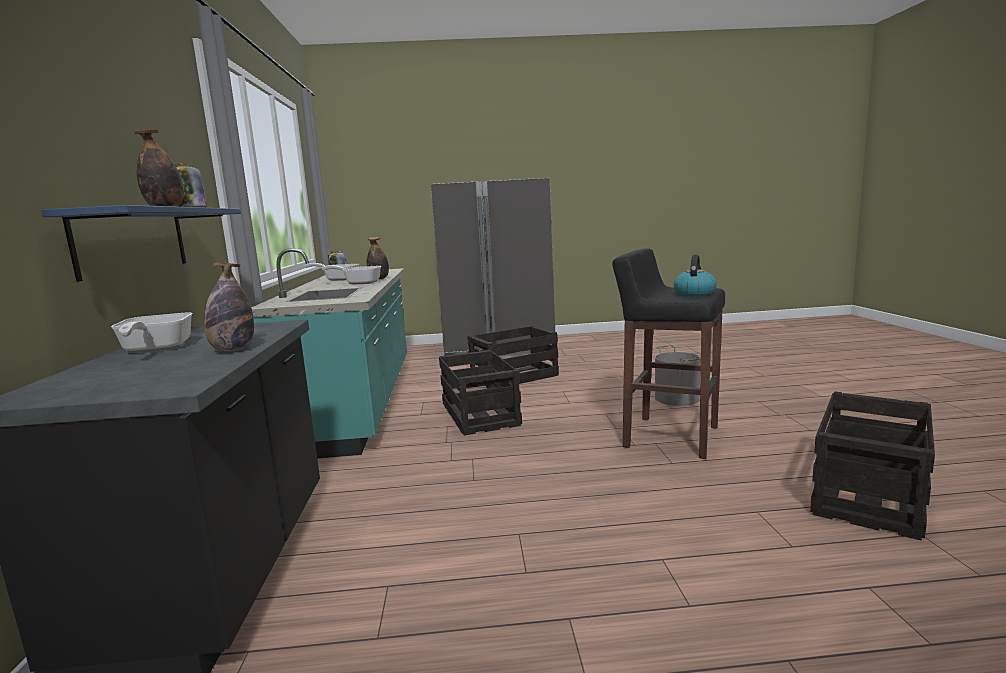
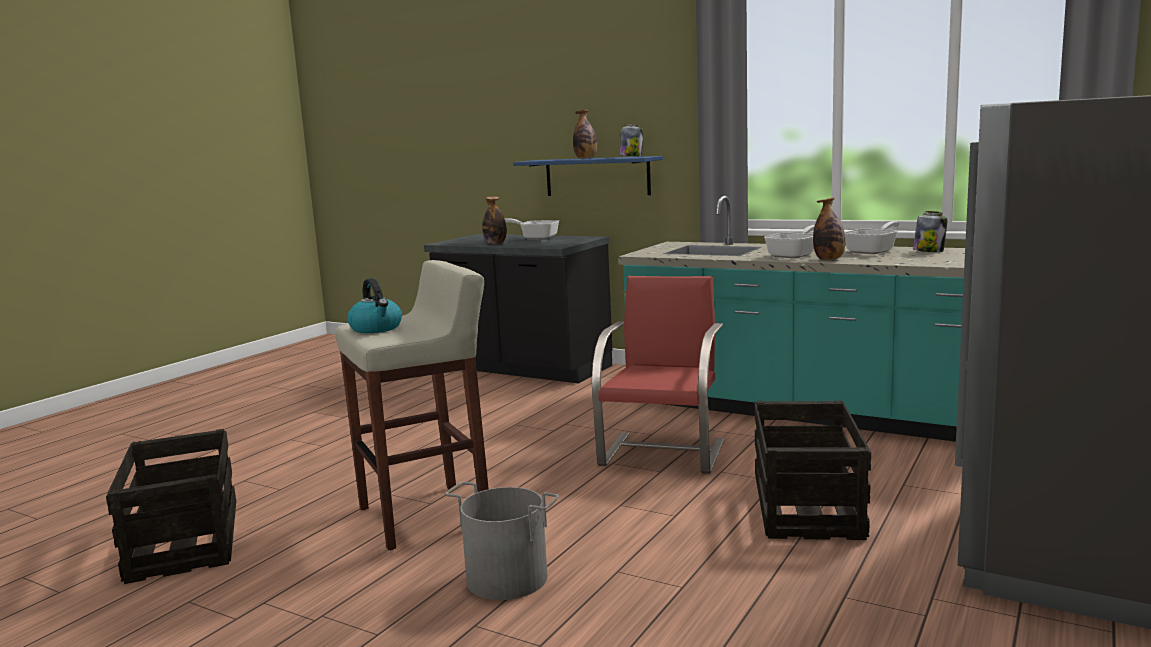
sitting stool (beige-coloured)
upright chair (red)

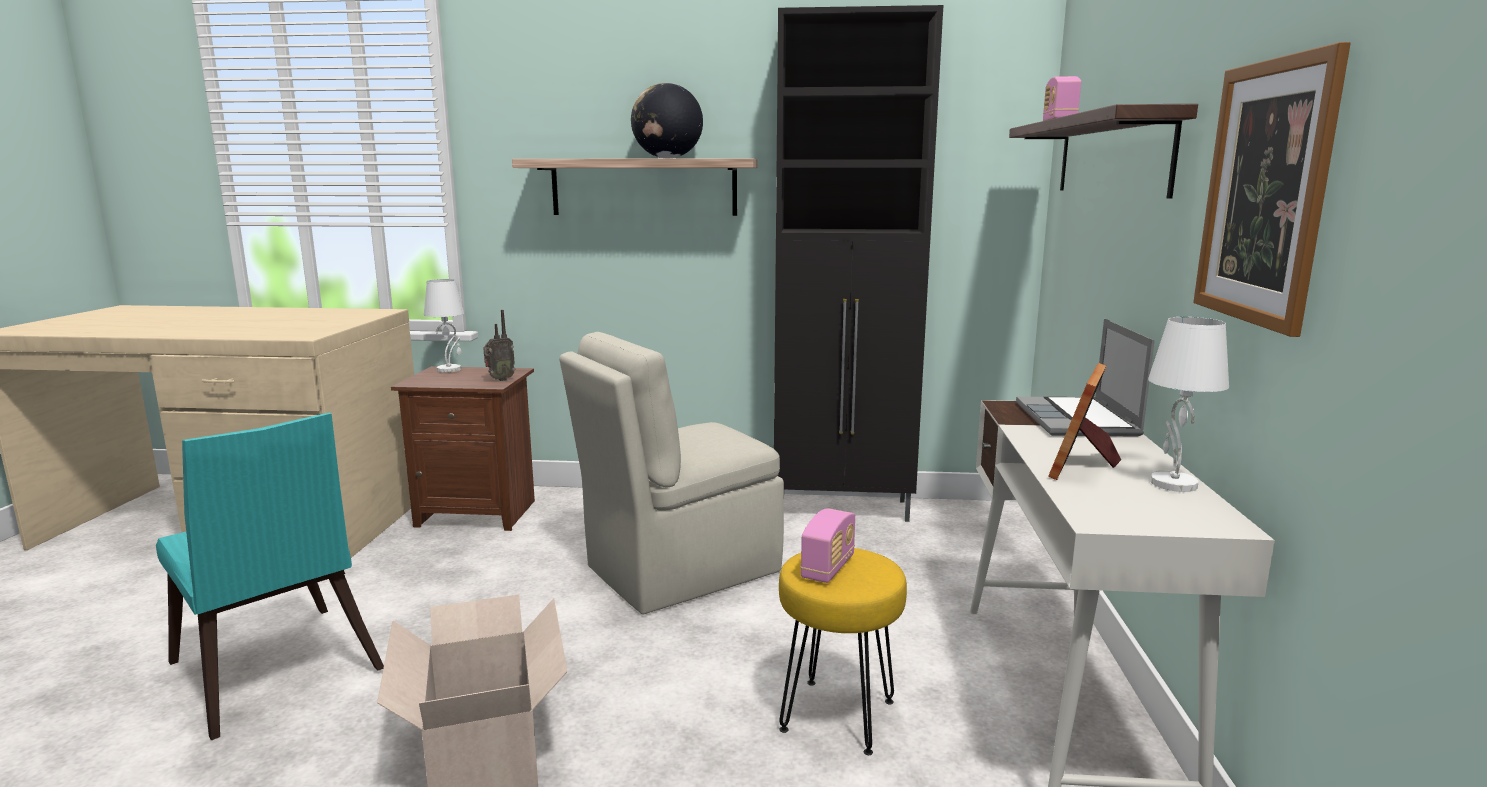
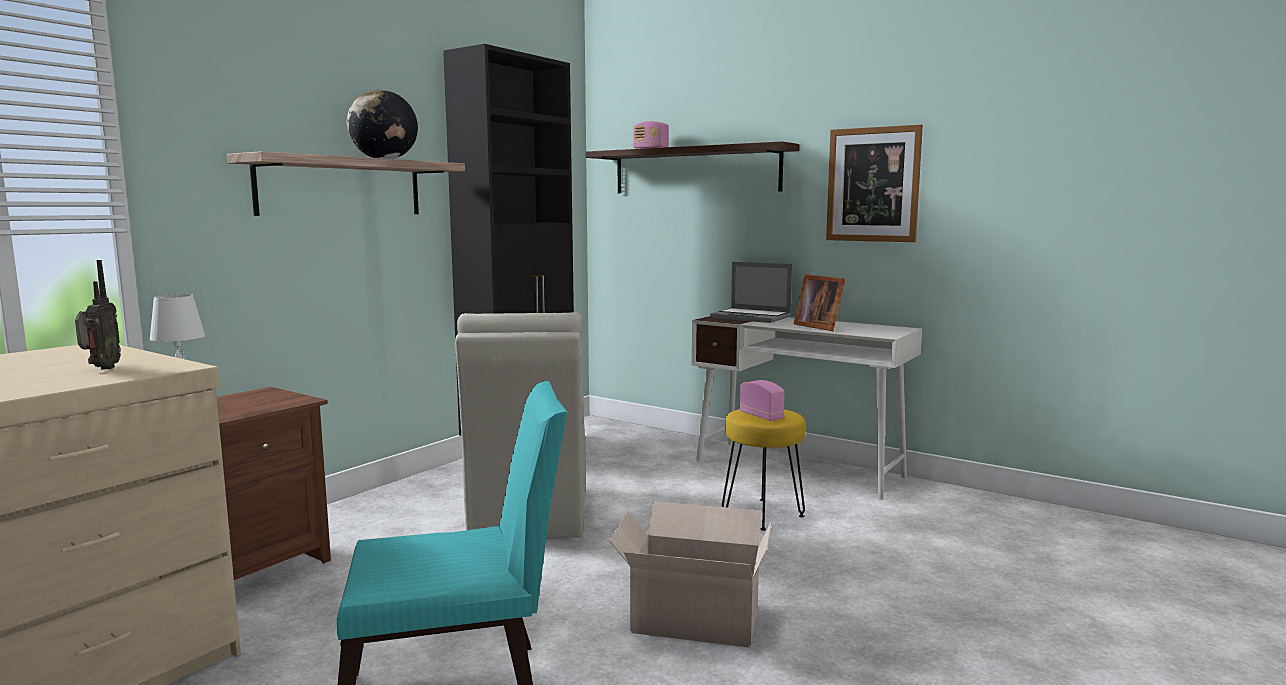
radio (no. 1 from left)
lamp for a table (whitish) (no. 2 from left in the first image)

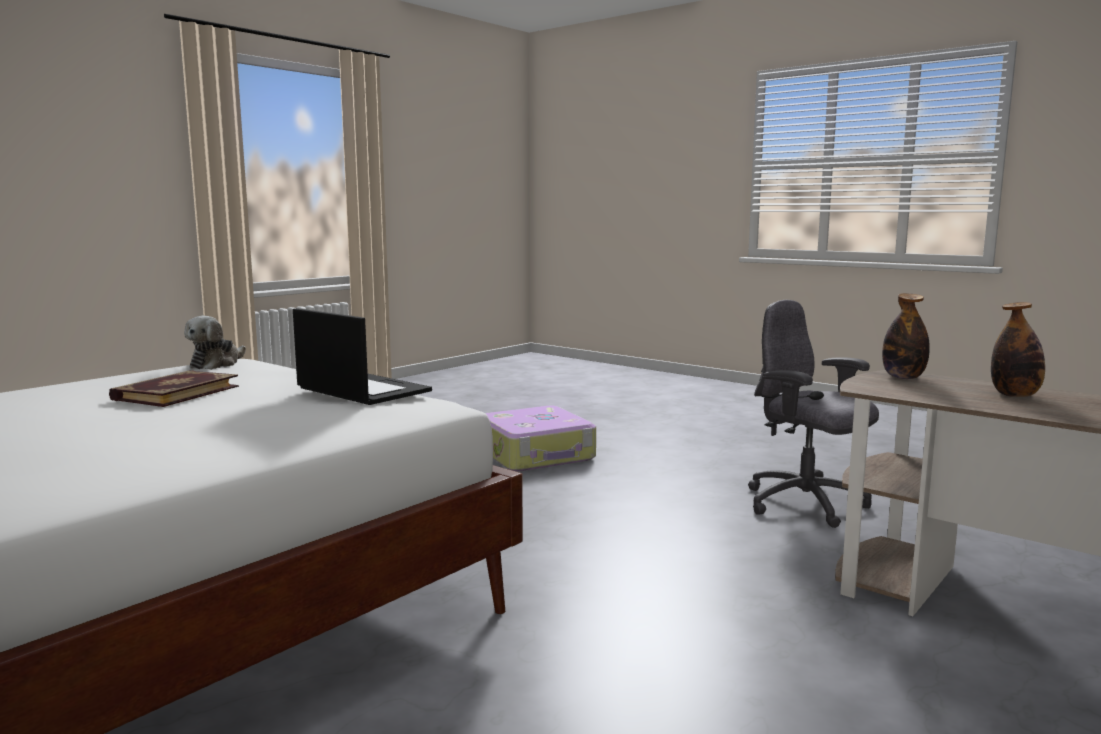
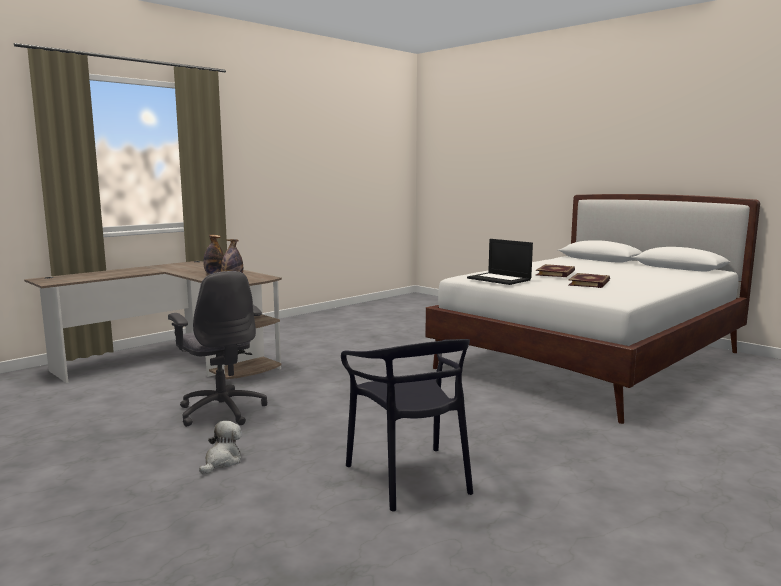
plush toy
upright chair (black-coloured)
bound book (no. 1 from left)

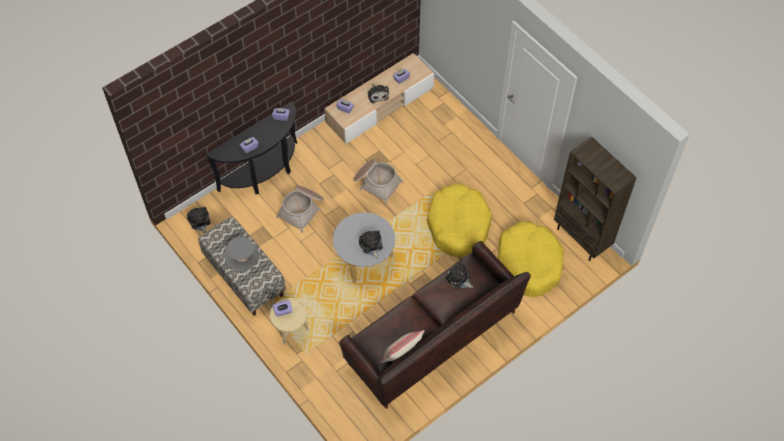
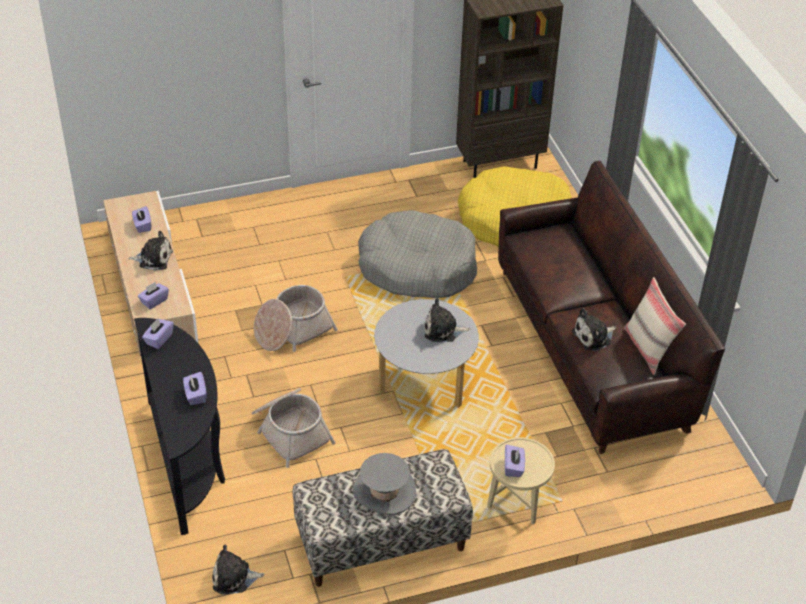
pet bed (grey)
plush toy (no. 4 from left)

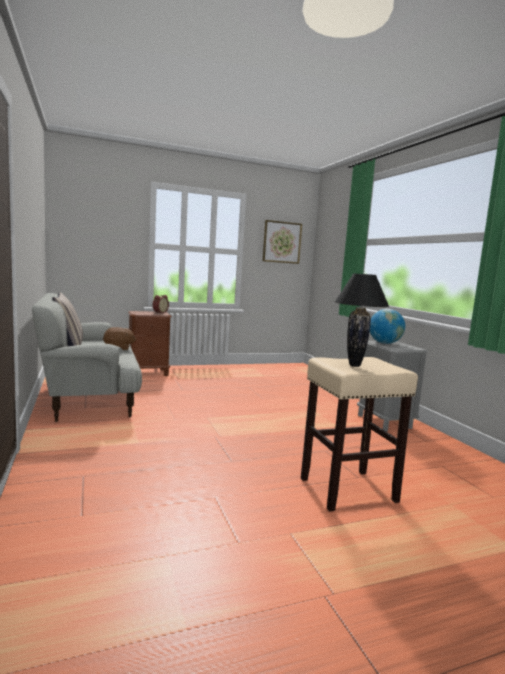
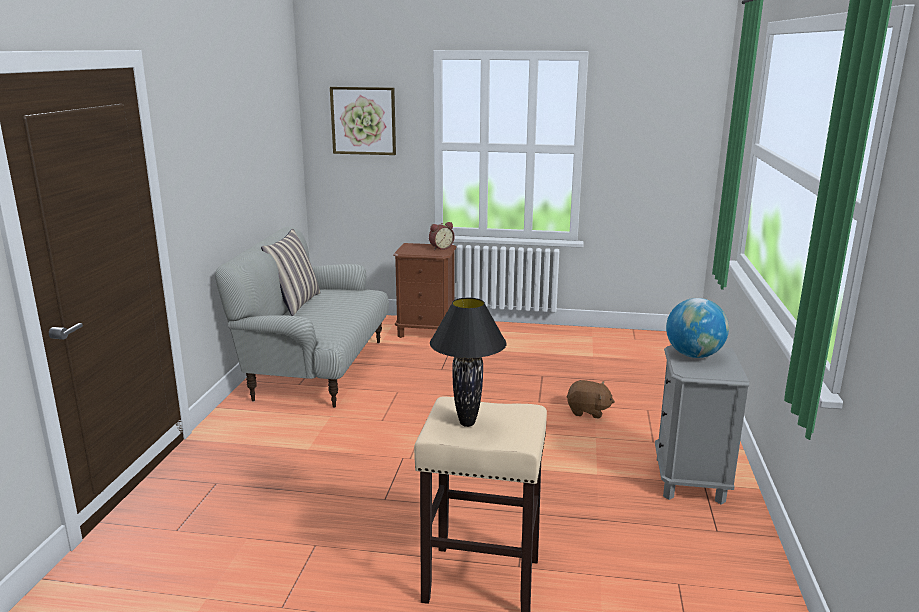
wall art
plush toy (brownish)

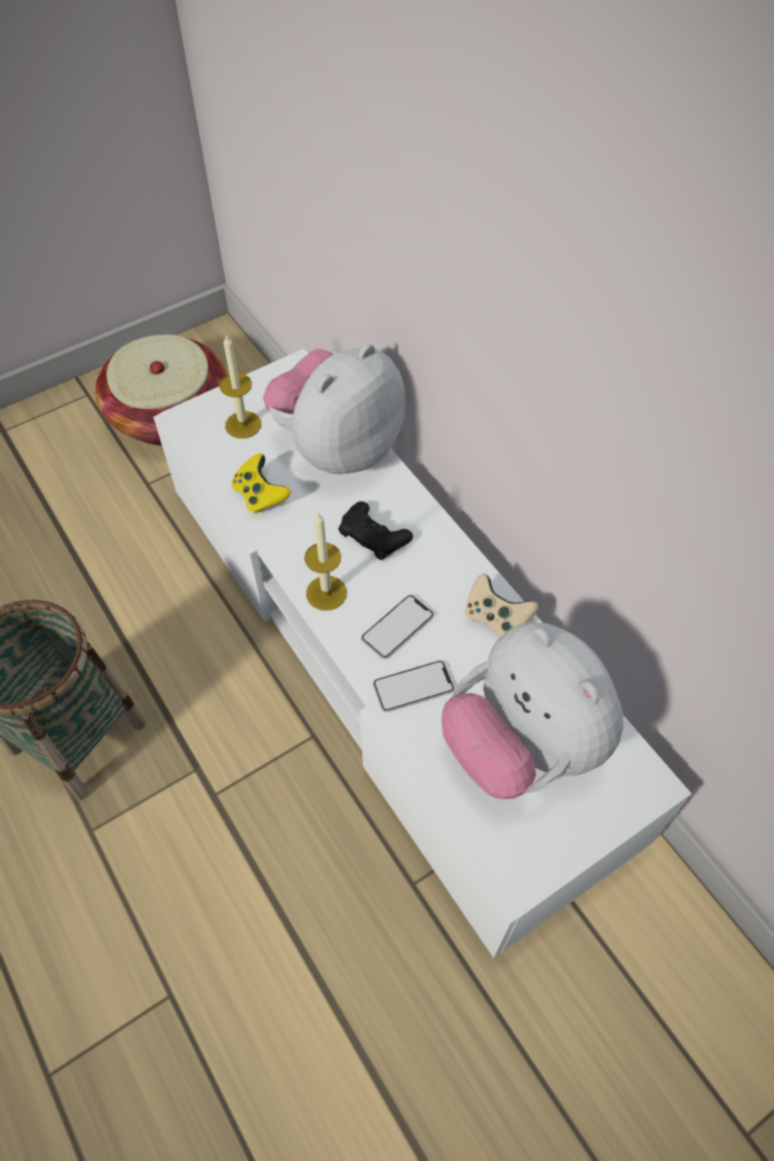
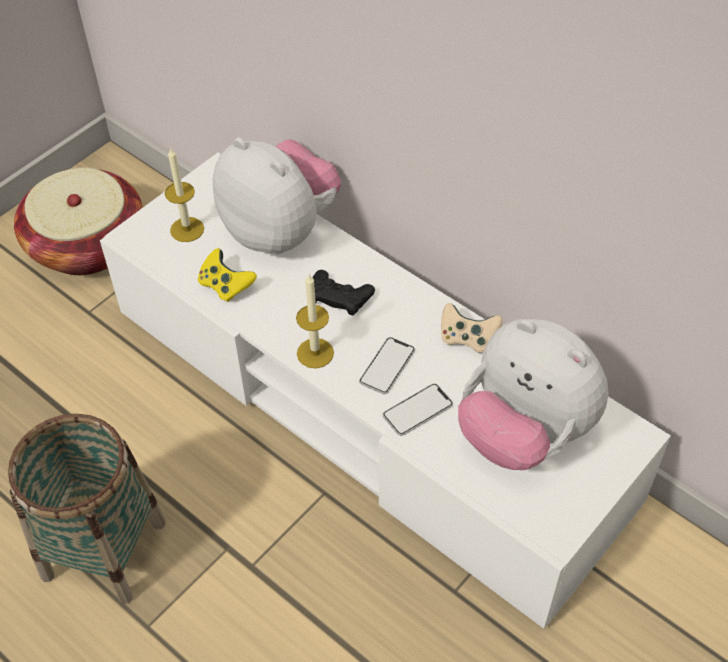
plush toy (no. 1 from left)

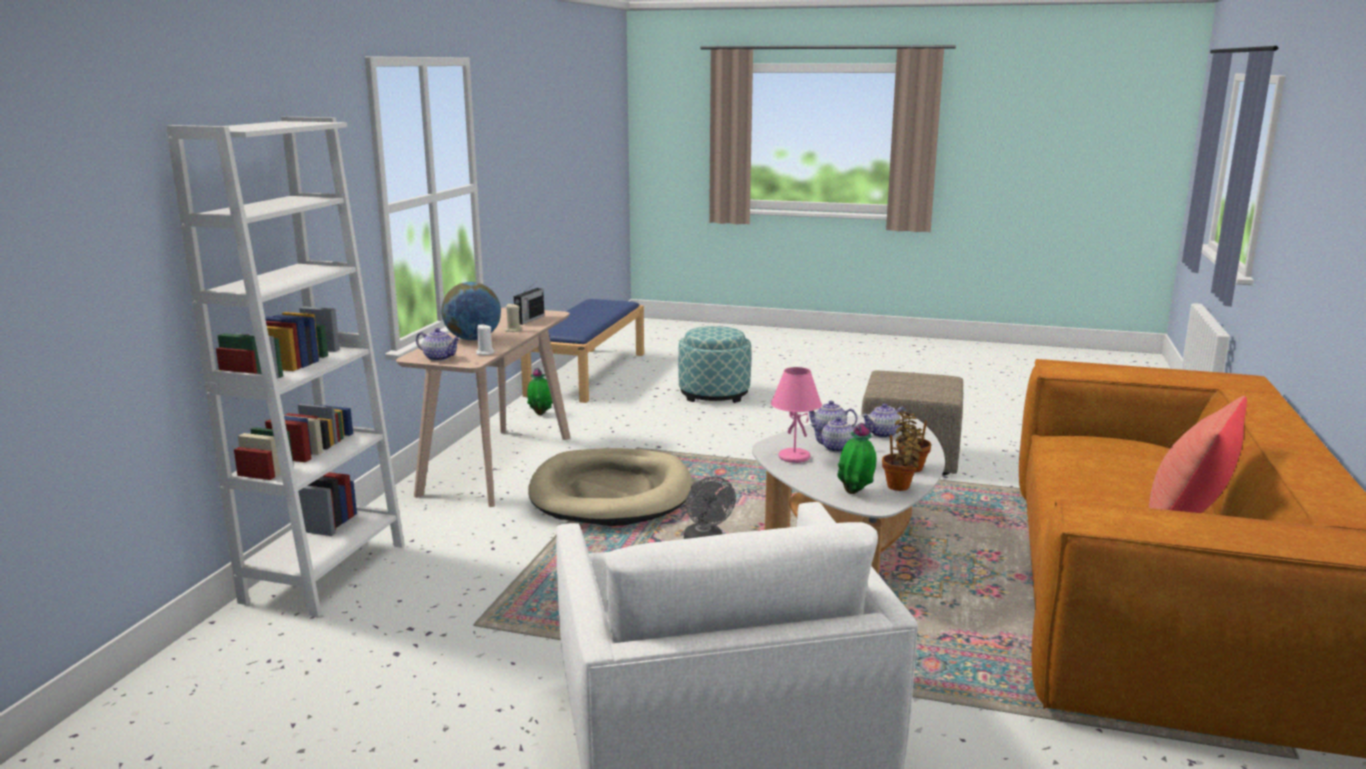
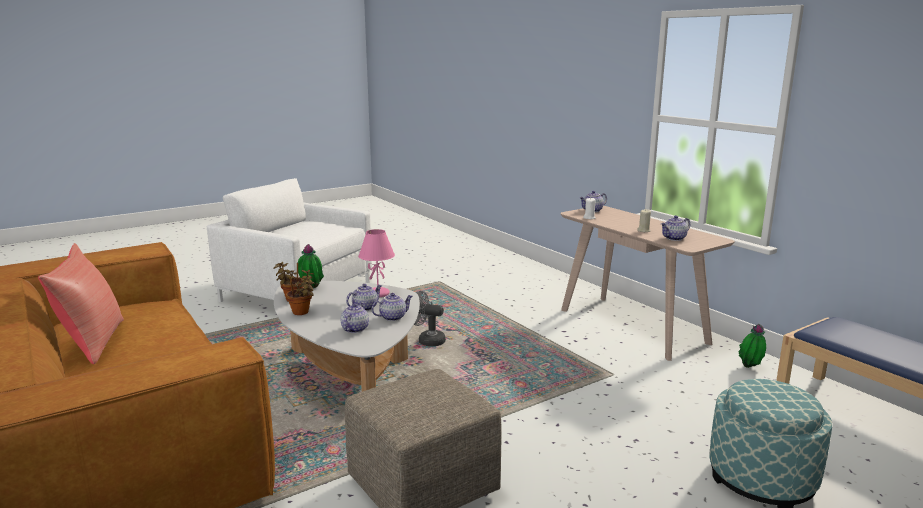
pot for tea (no. 5 from left)
bookshelf (whitish)
desk globe
pet bed (beige-coloured)

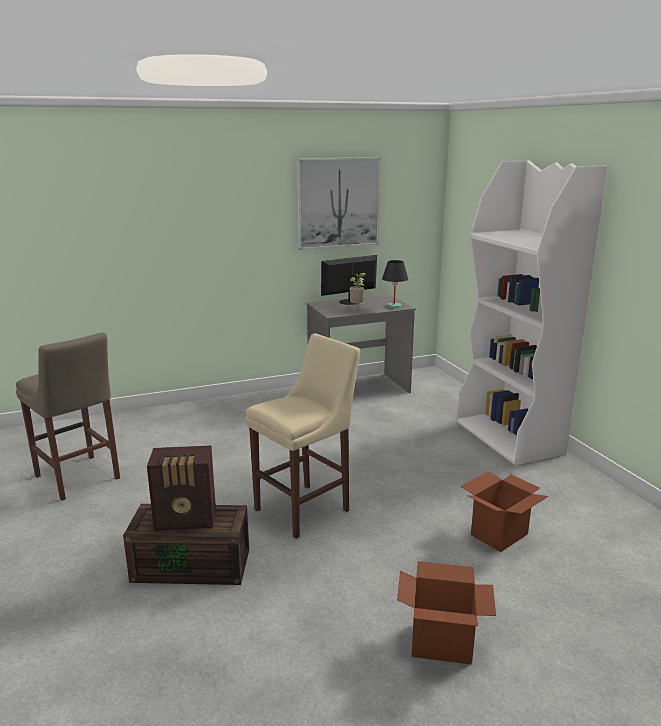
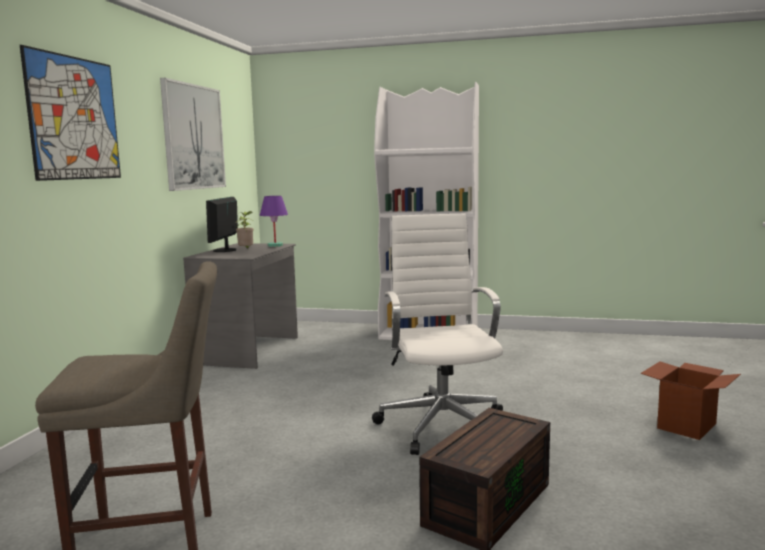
wall art (no. 1 from left)
lamp for a table (purple)
office chair (whitish)
radio
cardboard box (no. 2 from left in the first image)

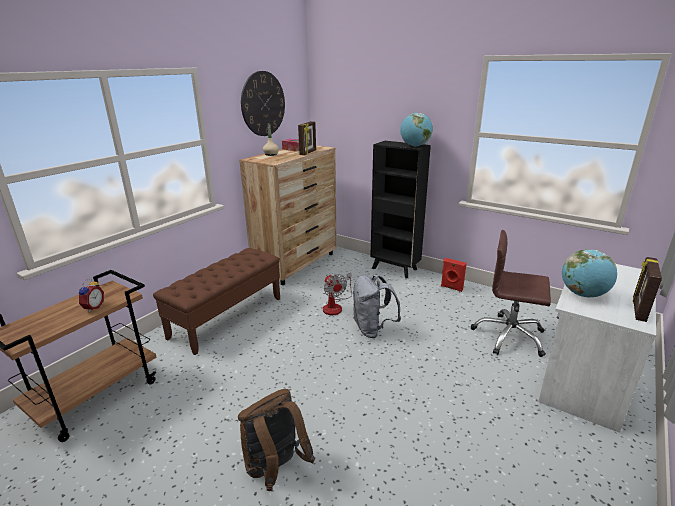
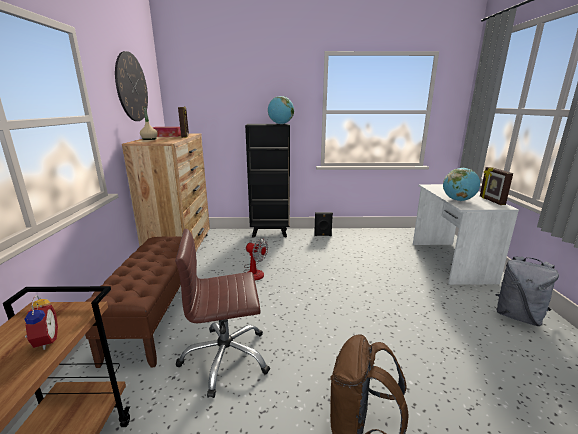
office chair (brownish)
loudspeaker (black-coloured)
rucksack (grey)

